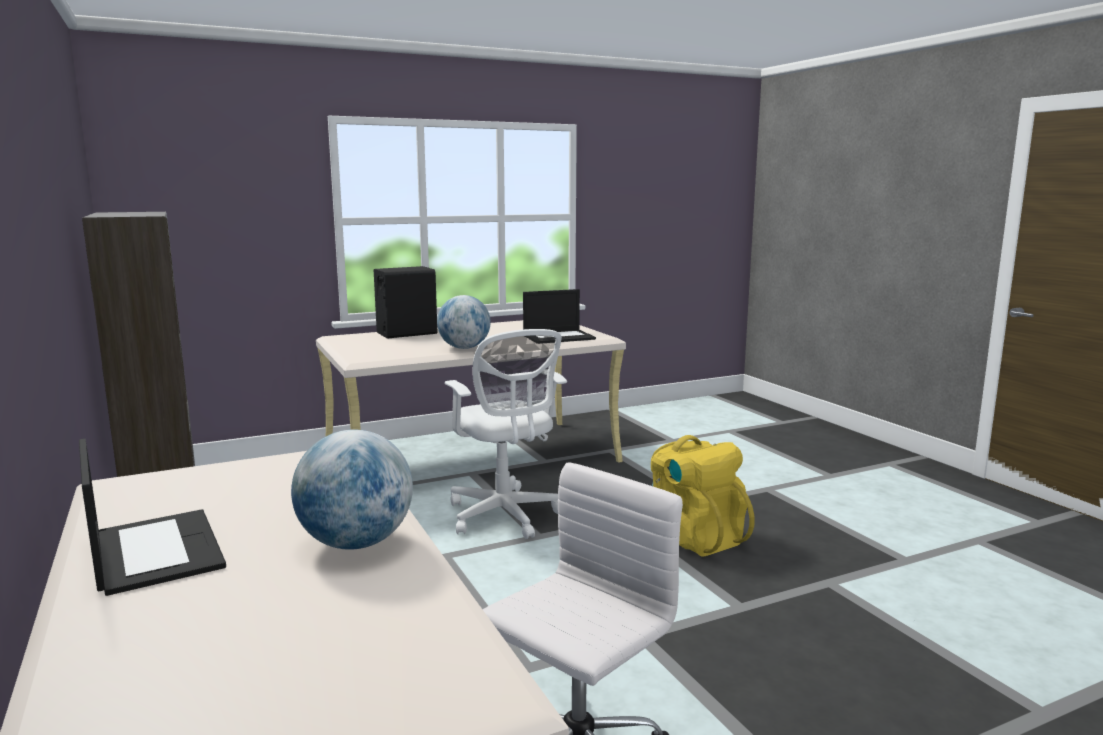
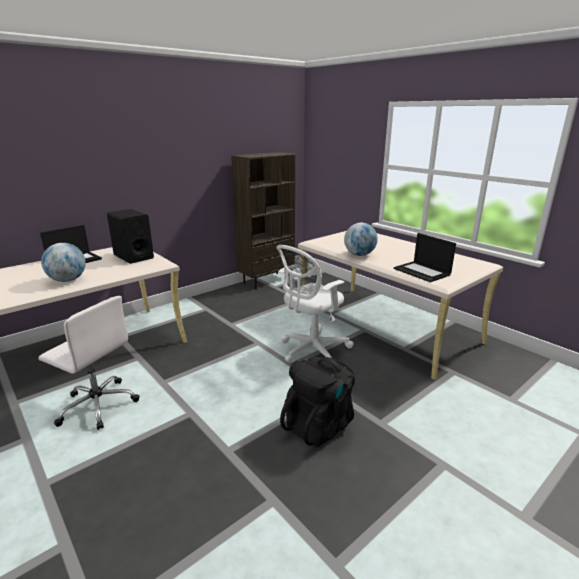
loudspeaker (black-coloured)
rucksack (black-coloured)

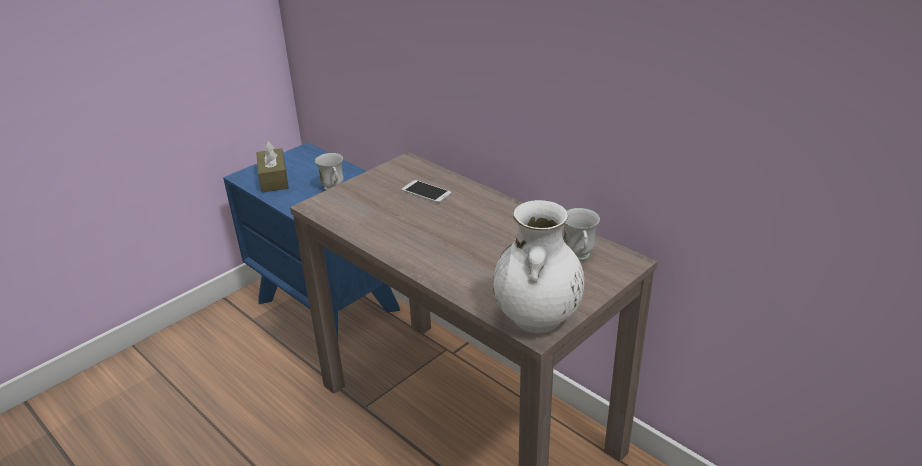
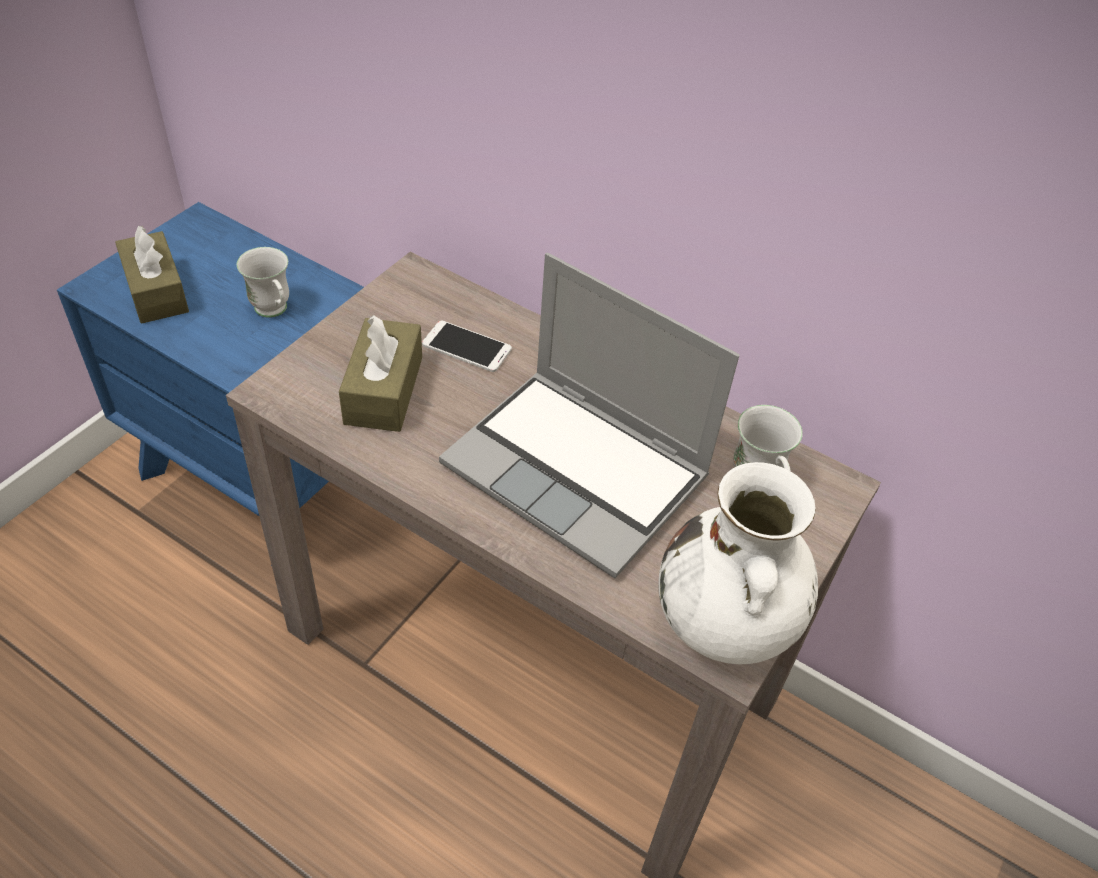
box of tissues (brownish) (no. 2 from left)
laptop

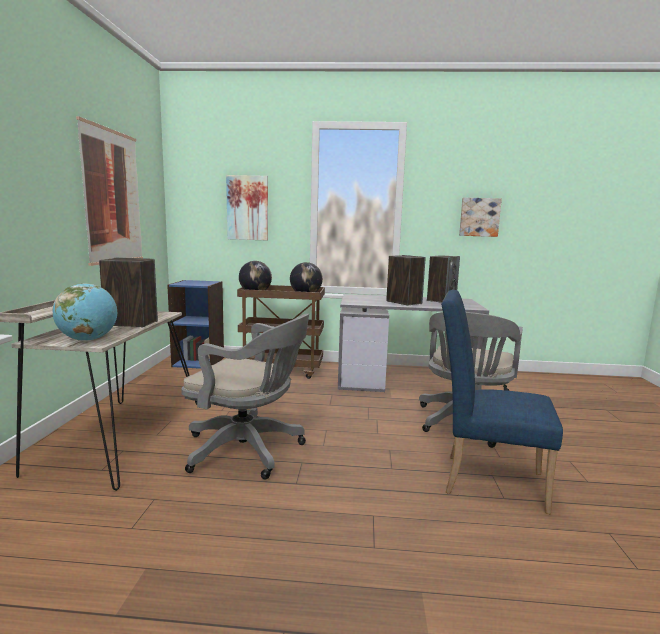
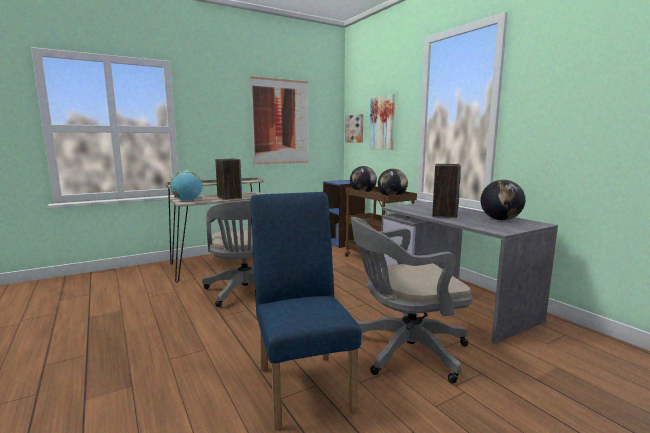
wall art (no. 2 from left)
desk globe (no. 4 from left)

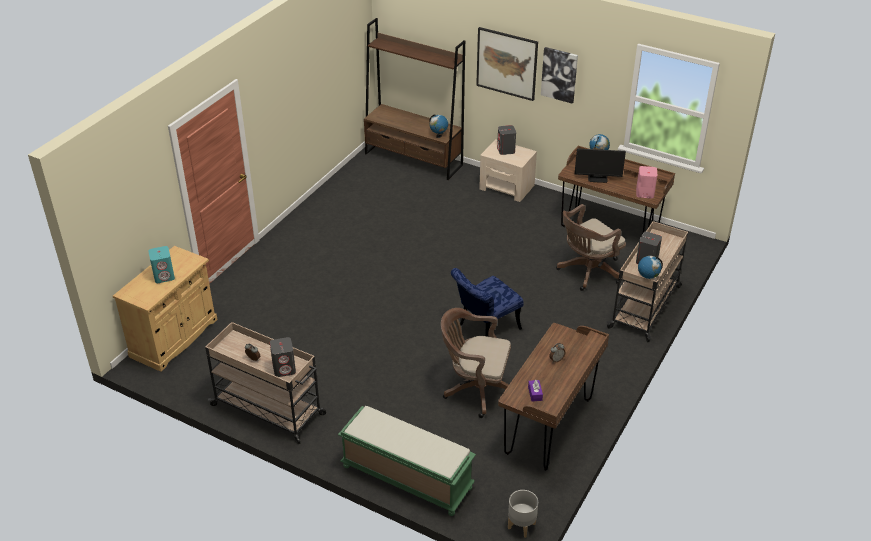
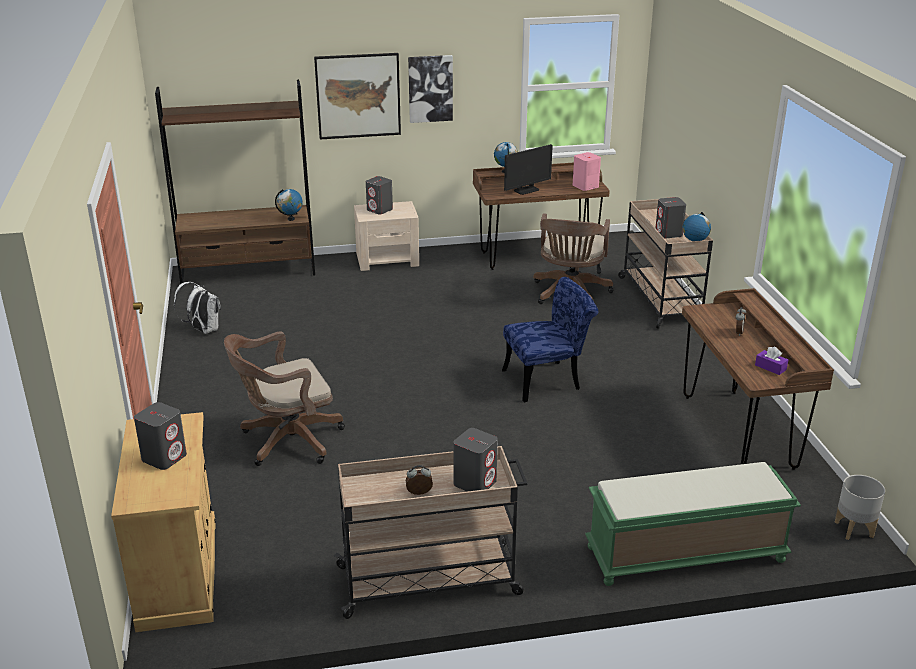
loudspeaker (grey) (no. 1 from left)
rucksack (whitish)
office chair (brownish) (no. 1 from left)
upright chair (blue)

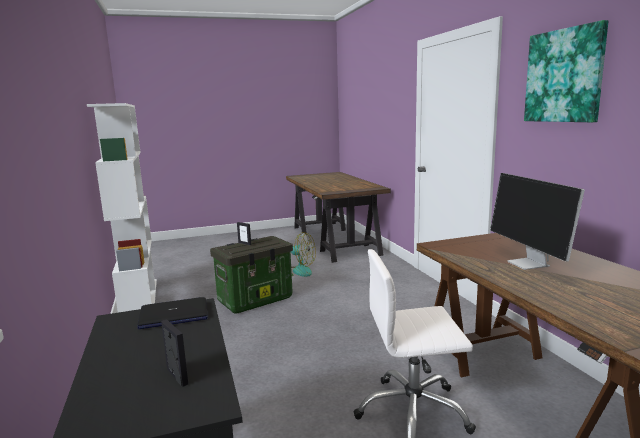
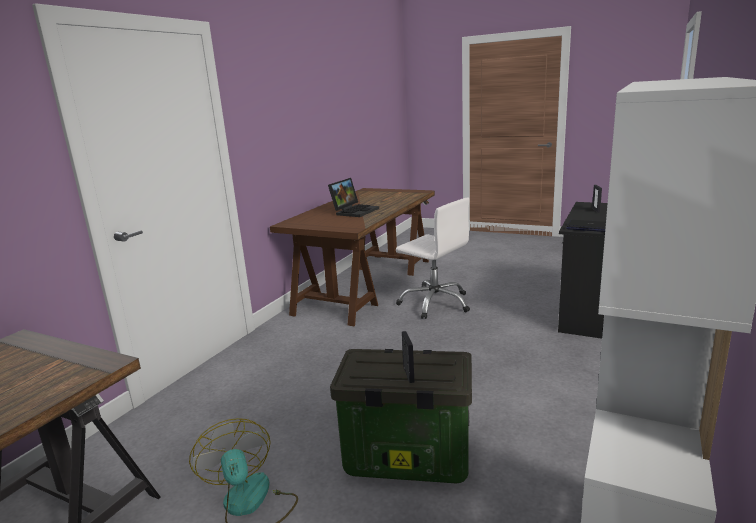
laptop (no. 1 from left)
wall art

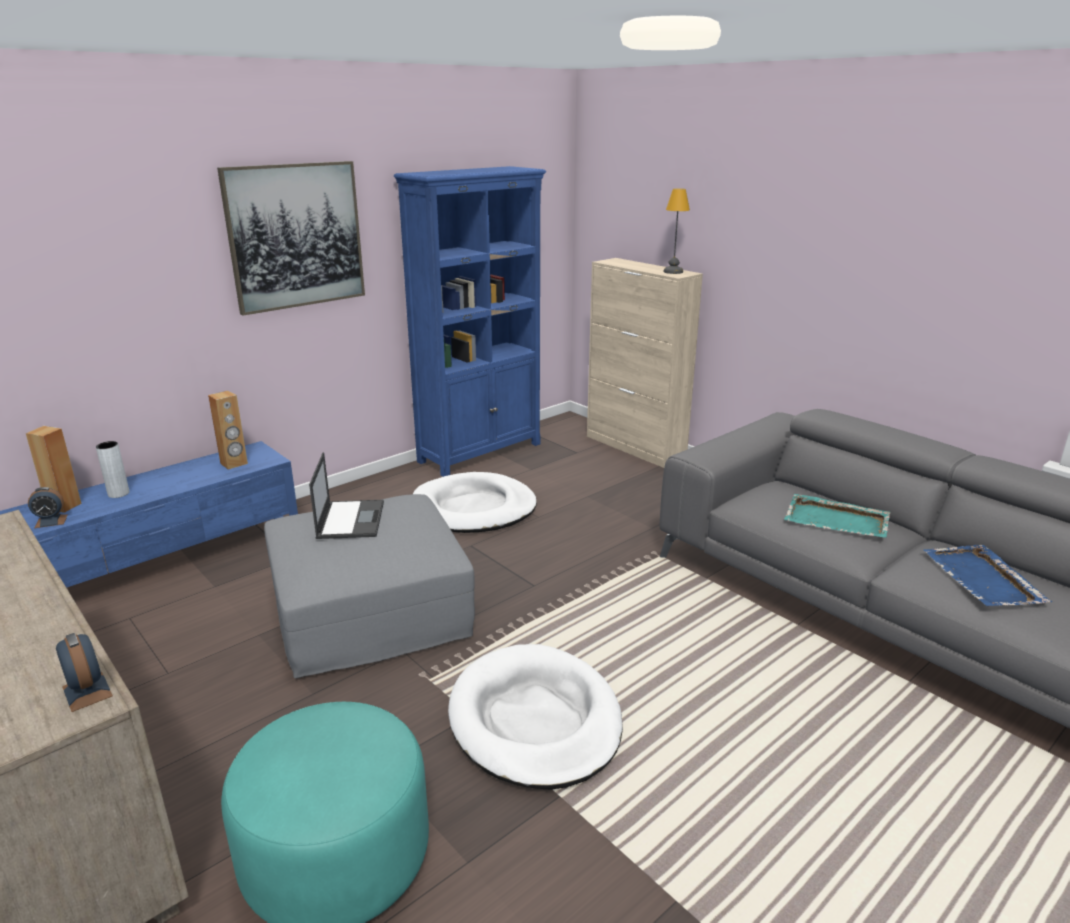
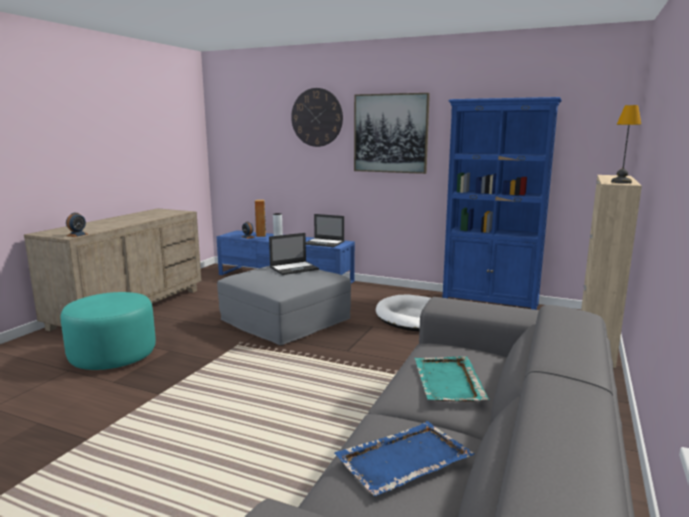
clock on the wall
laptop (no. 2 from left)
pet bed (whitish) (no. 2 from left in the first image)

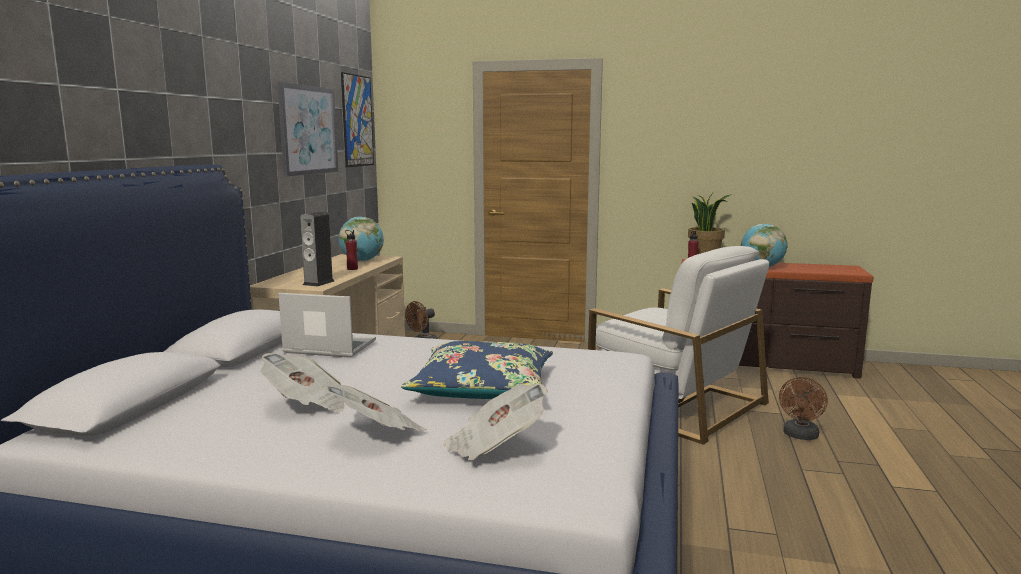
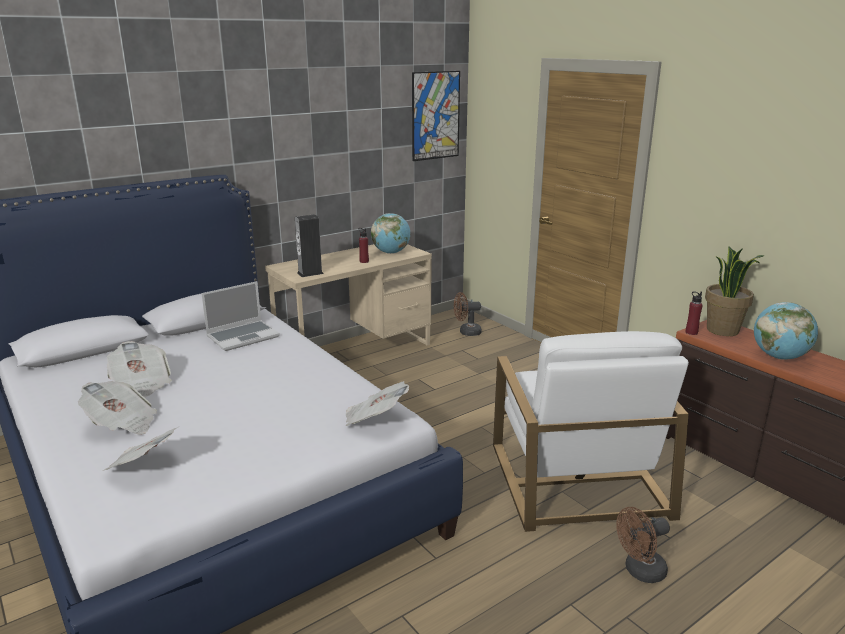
laptop
daily paper (no. 4 from left)
wall art (no. 1 from left in the first image)
cushion (blue)

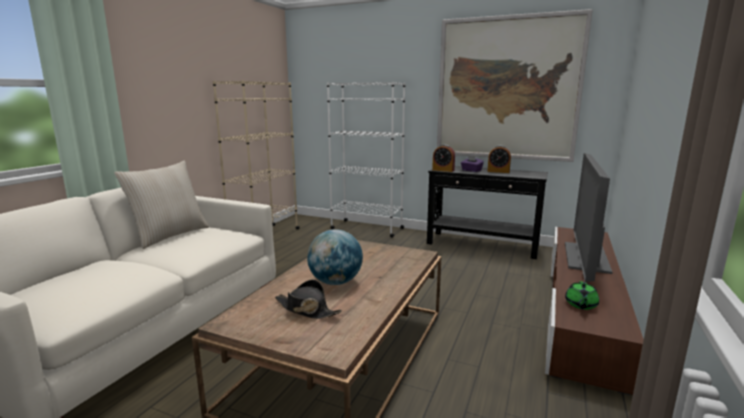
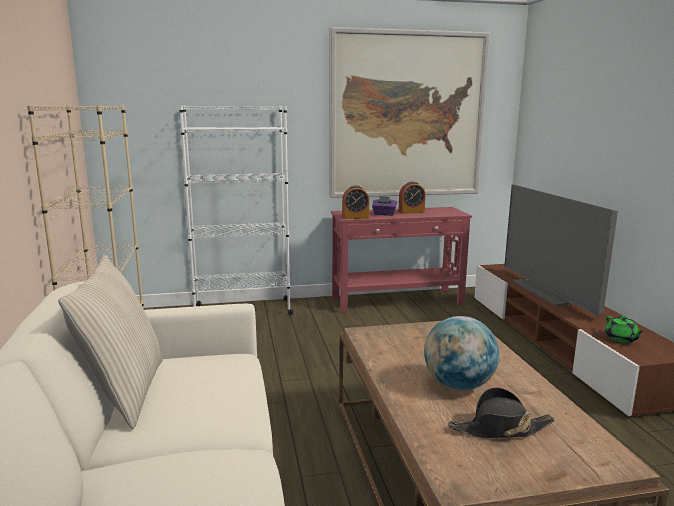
hall table (red)

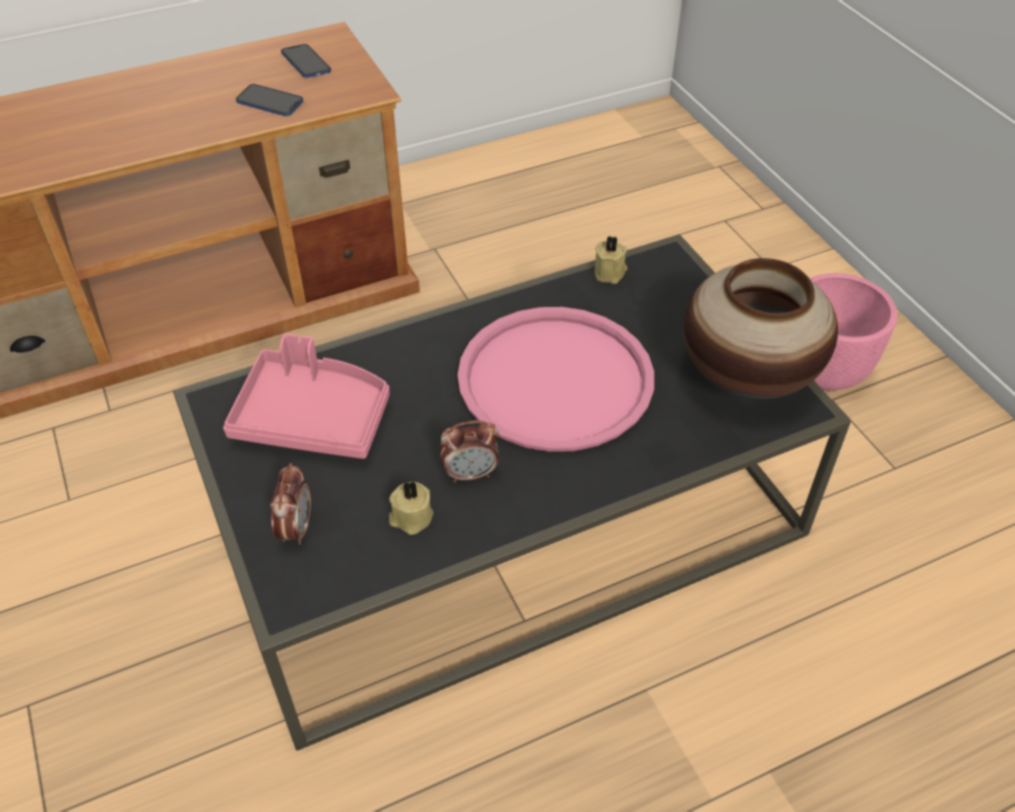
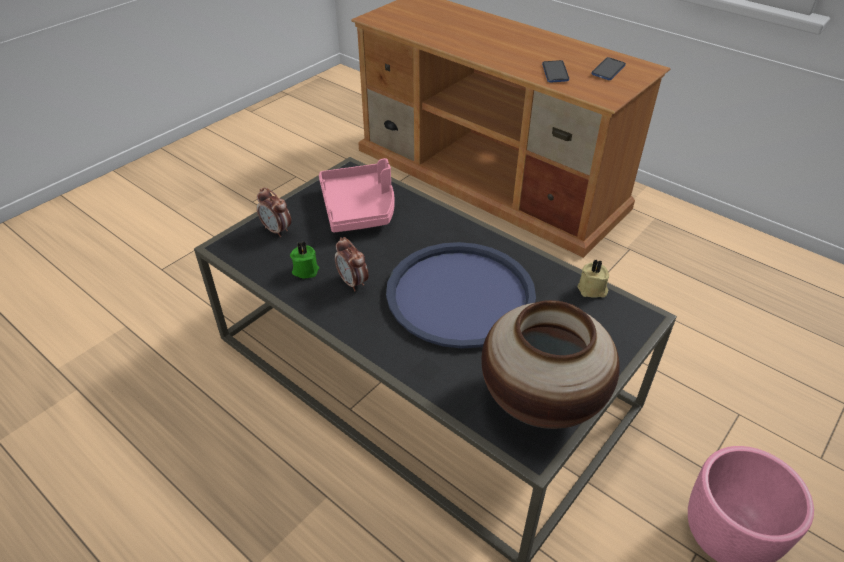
alarm clock (no. 1 from left)
wax light (greenish)
carrying tray (blue)

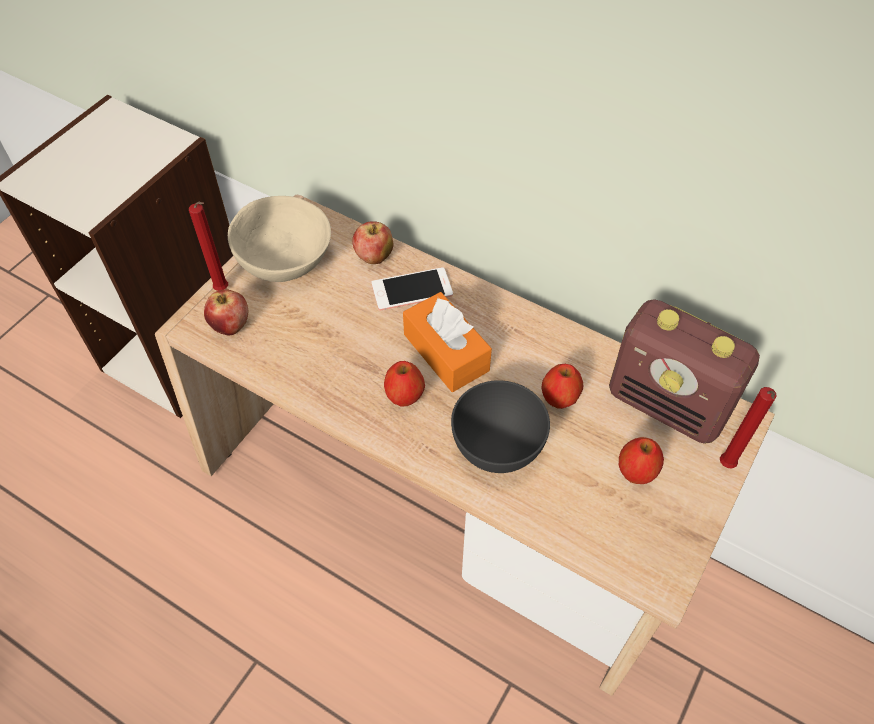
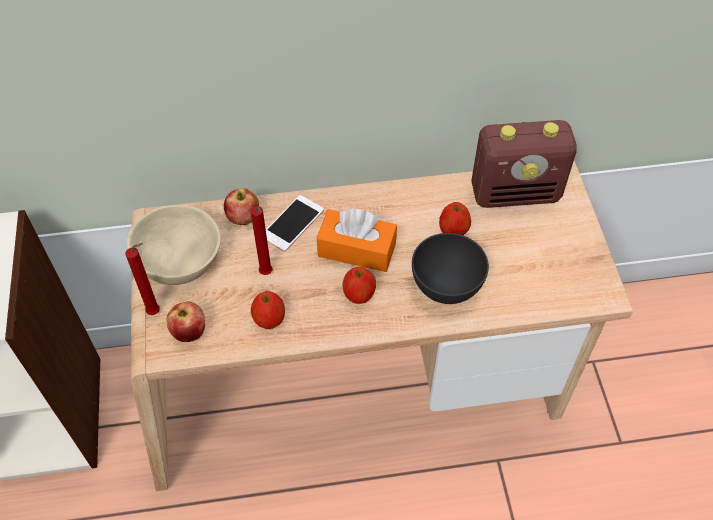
wax light (red) (no. 2 from left)
apple fruit (no. 3 from left)

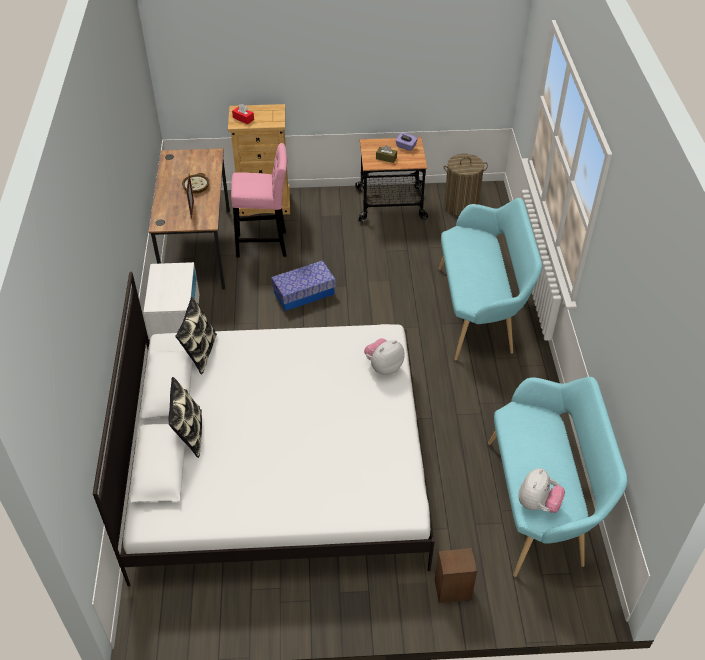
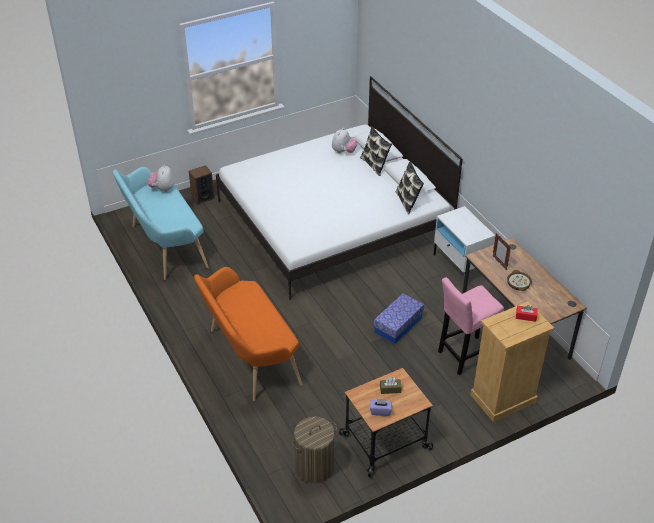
long seat (orange-coloured)
plush toy (no. 2 from left)

